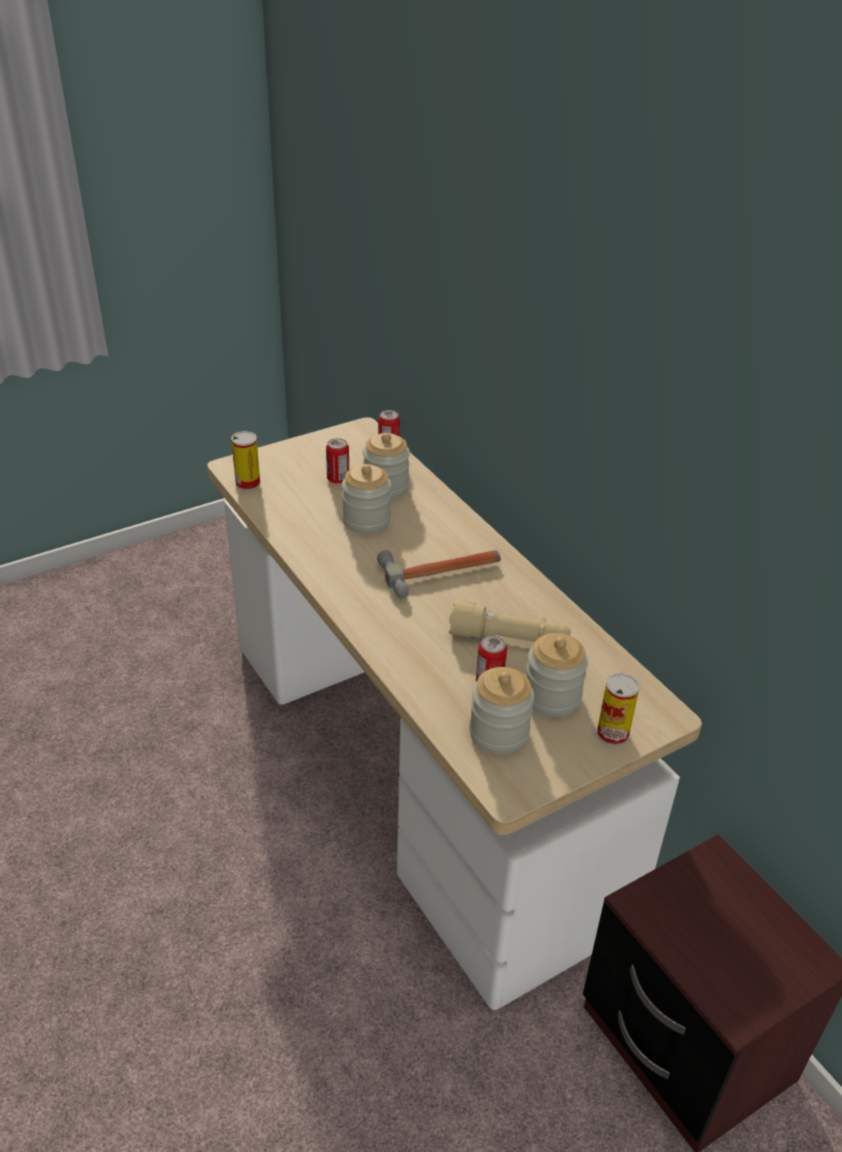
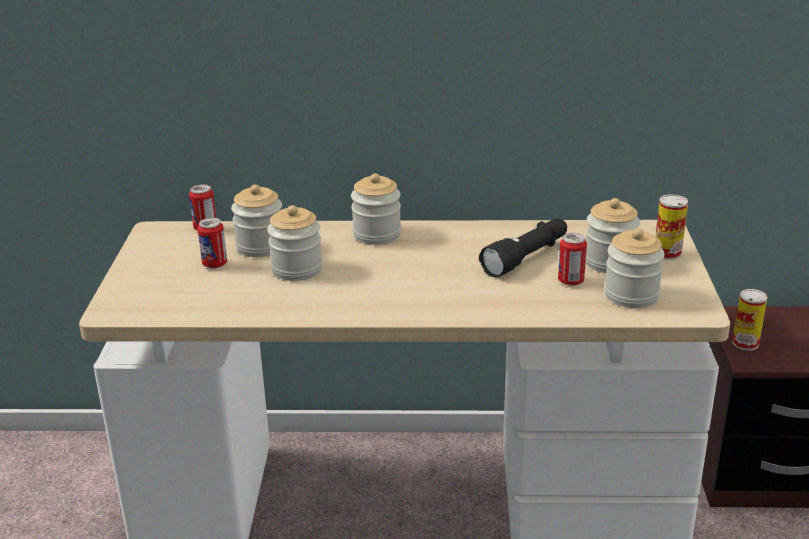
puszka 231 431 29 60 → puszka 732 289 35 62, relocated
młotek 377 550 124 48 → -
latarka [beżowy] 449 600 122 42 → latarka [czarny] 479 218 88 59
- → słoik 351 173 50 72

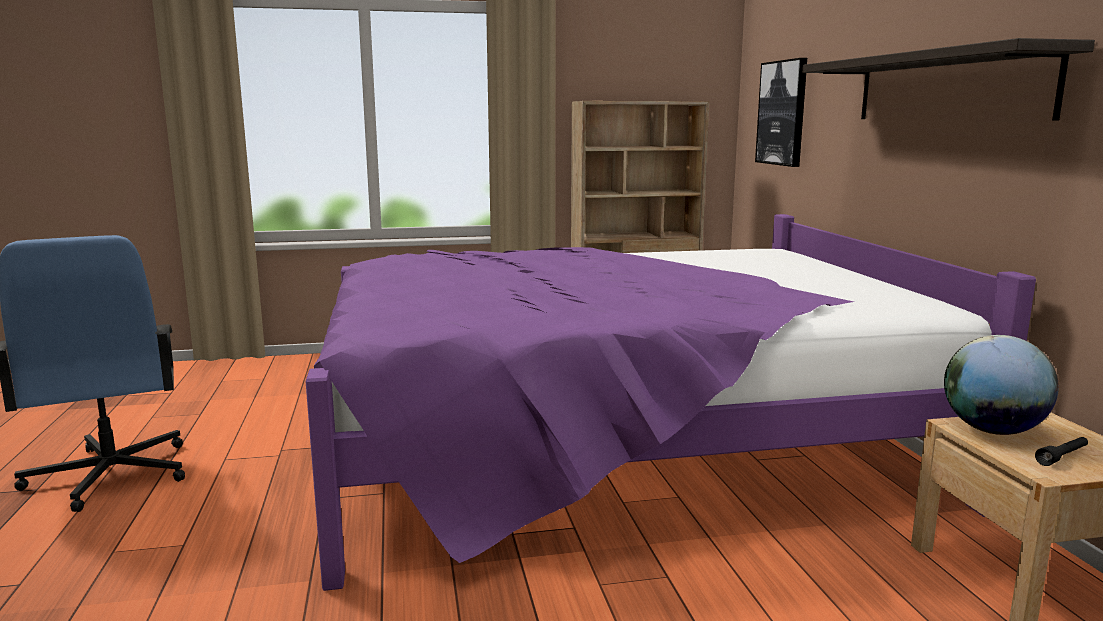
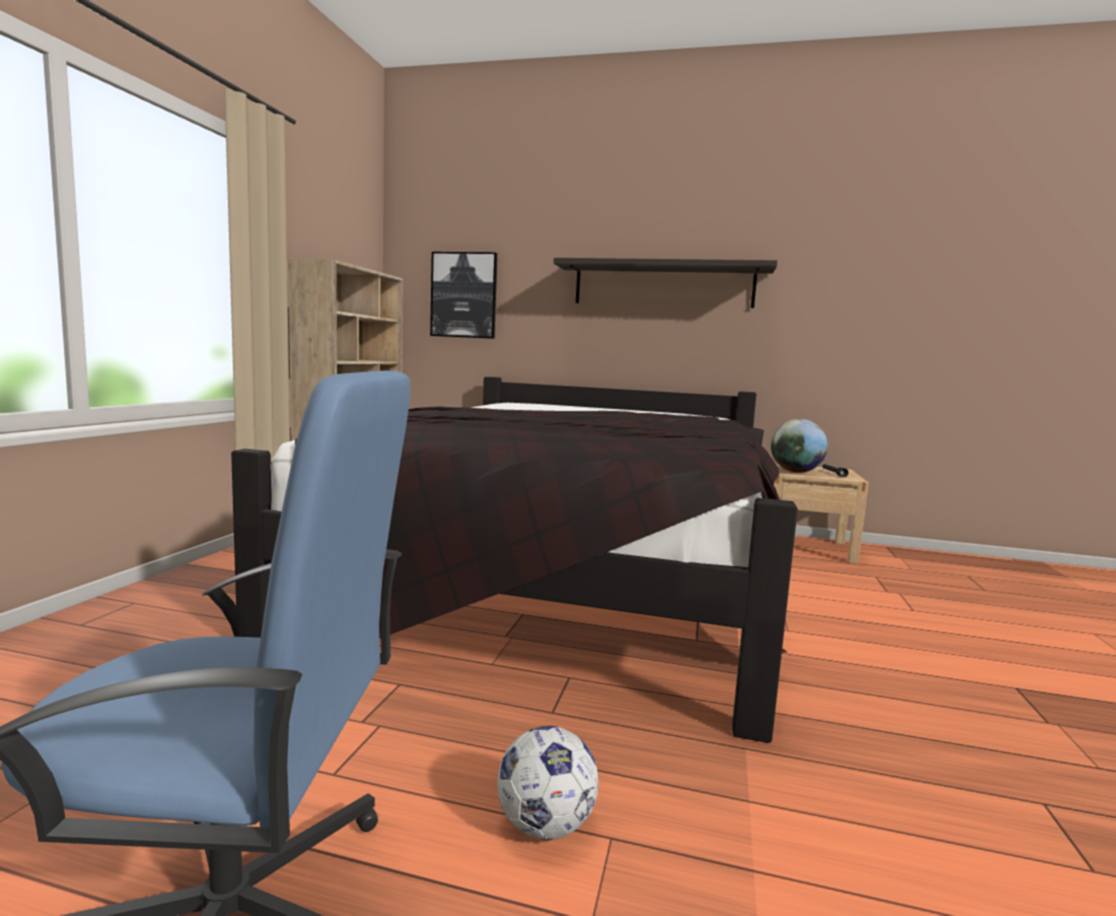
łóżko [fioletowy] 305 214 731 377 → łóżko [czarny] 231 377 567 366
- → piłka futbolowa 498 726 101 114

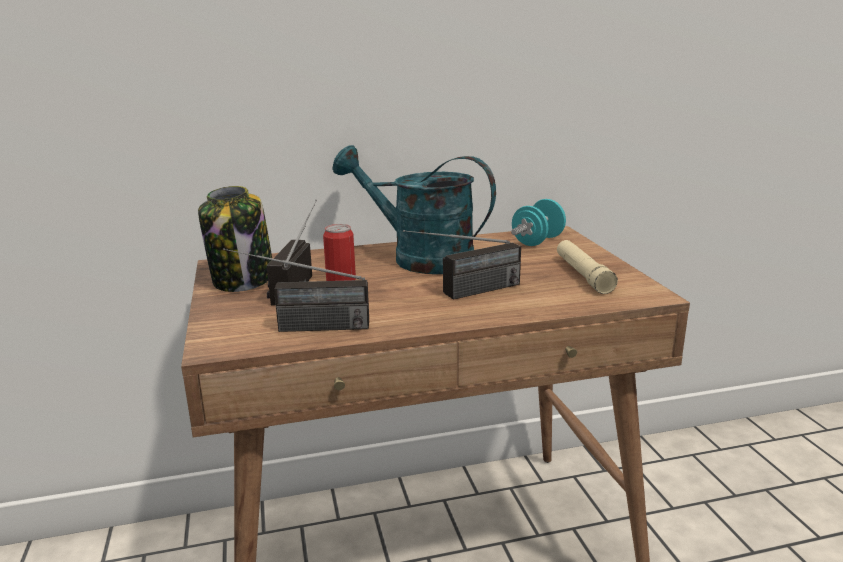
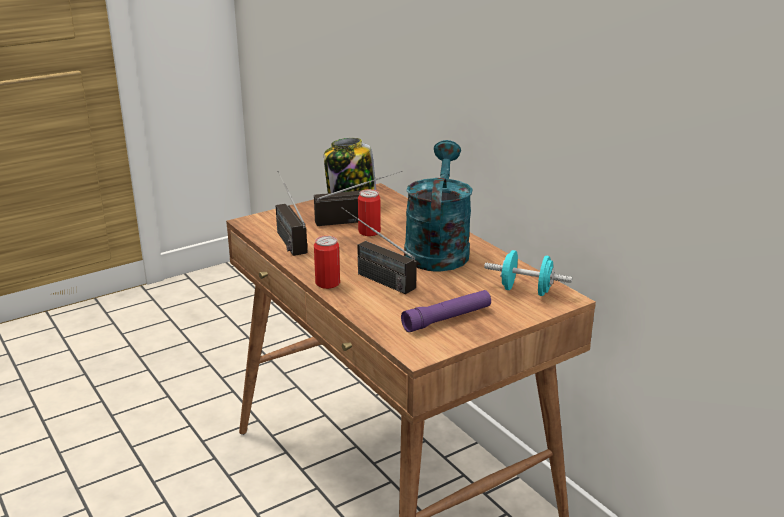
latarka [beżowy] 557 240 61 54 → latarka [fioletowy] 401 290 90 42
- → puszka 314 236 26 53

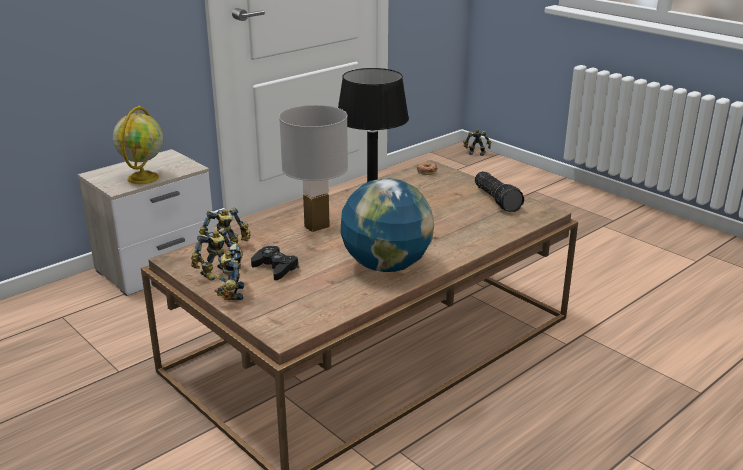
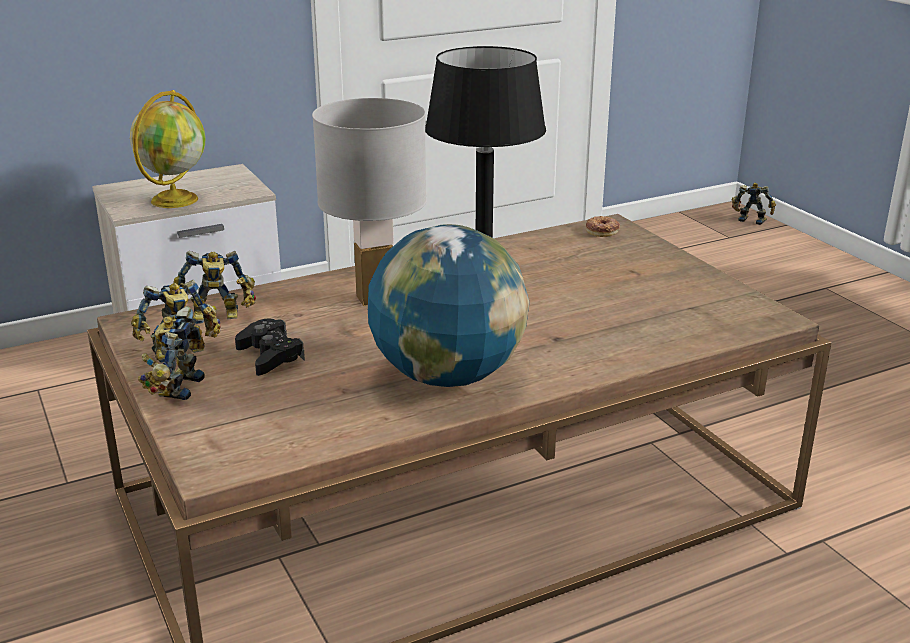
latarka 475 171 49 41 → -

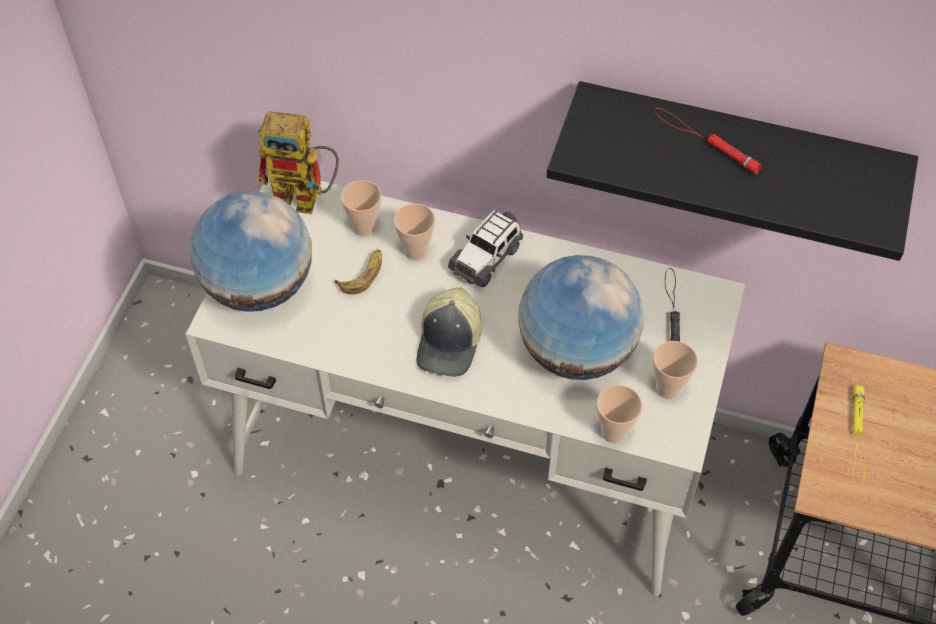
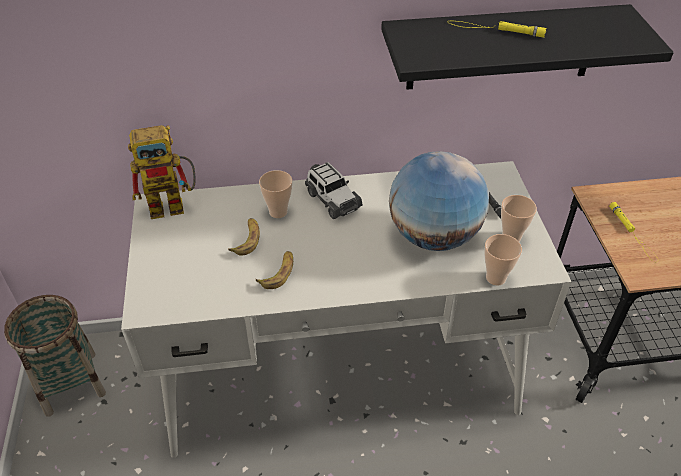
globus 190 191 122 121 → -
filiżanka 341 180 40 57 → -
czapka z daszkiem 416 287 66 90 → -
samochodzik 448 210 75 77 → samochodzik 305 162 58 57, 45 degrees counterclockwise
latarka [czerwony] 655 108 107 66 → latarka [żółty] 447 21 100 17
- → koszyk 4 295 102 122
- → banan 256 251 37 38

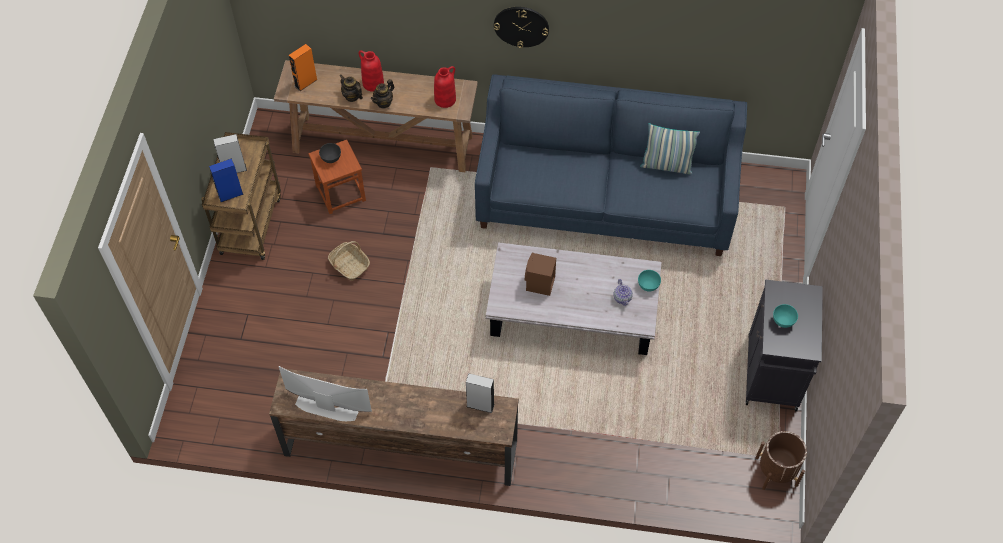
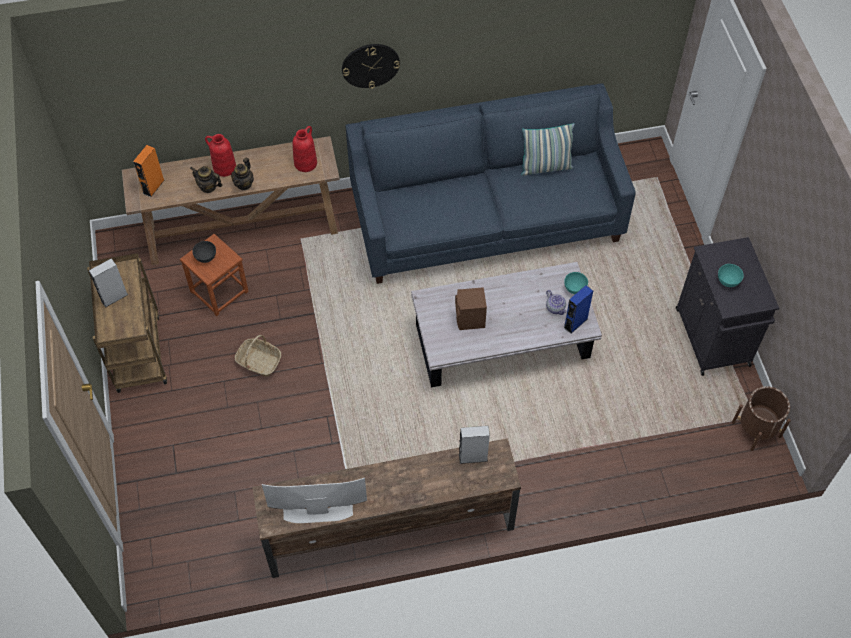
głośnik [niebieski] 209 158 35 44 → głośnik [niebieski] 564 285 29 49, relocated

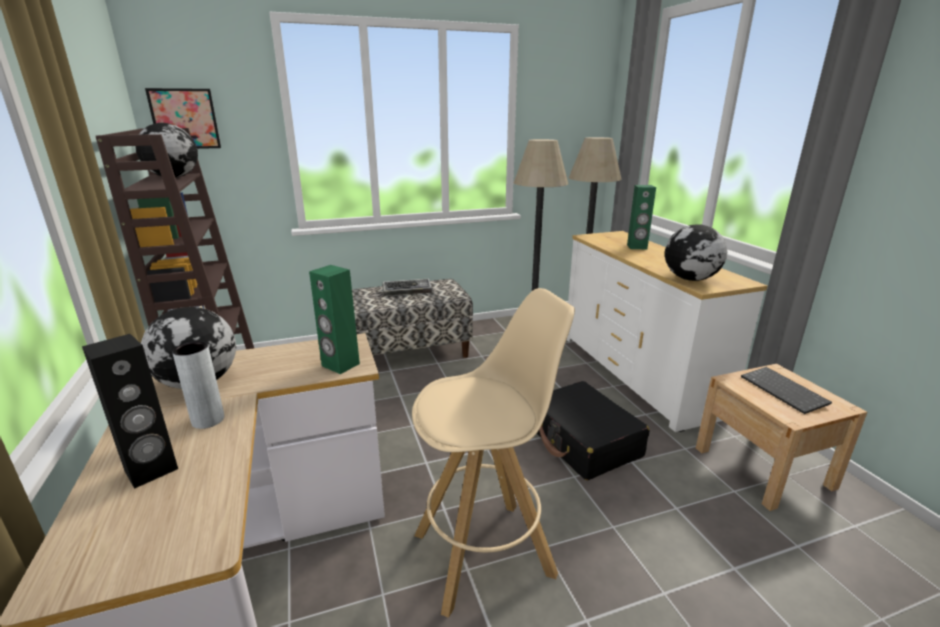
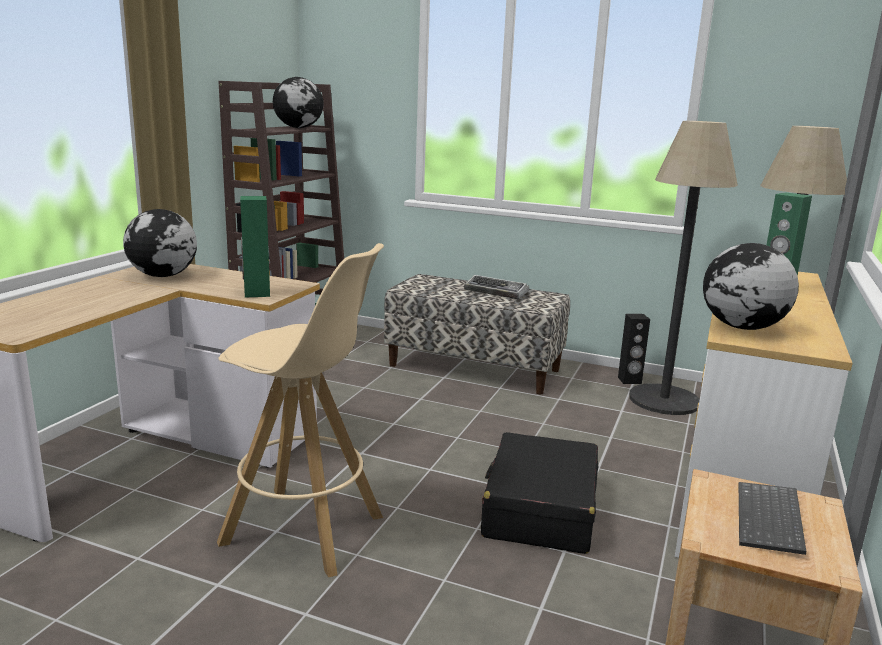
głośnik [czarny] 82 334 96 155 → głośnik [czarny] 618 314 32 70, relocated
obraz 145 88 76 61 → -
wazon [szary] 172 341 52 88 → -

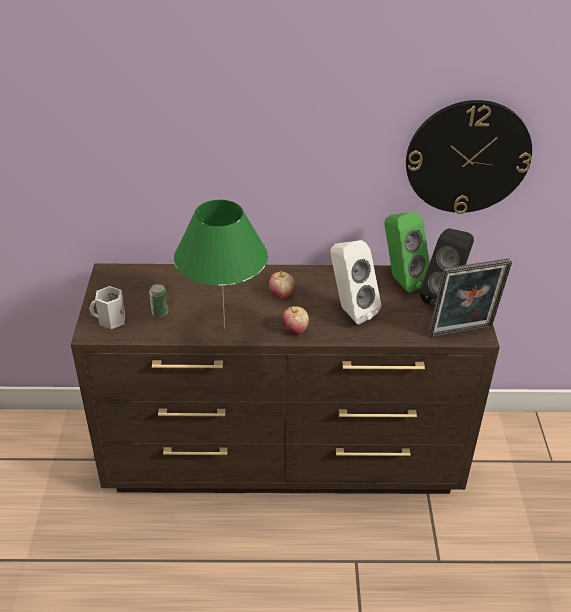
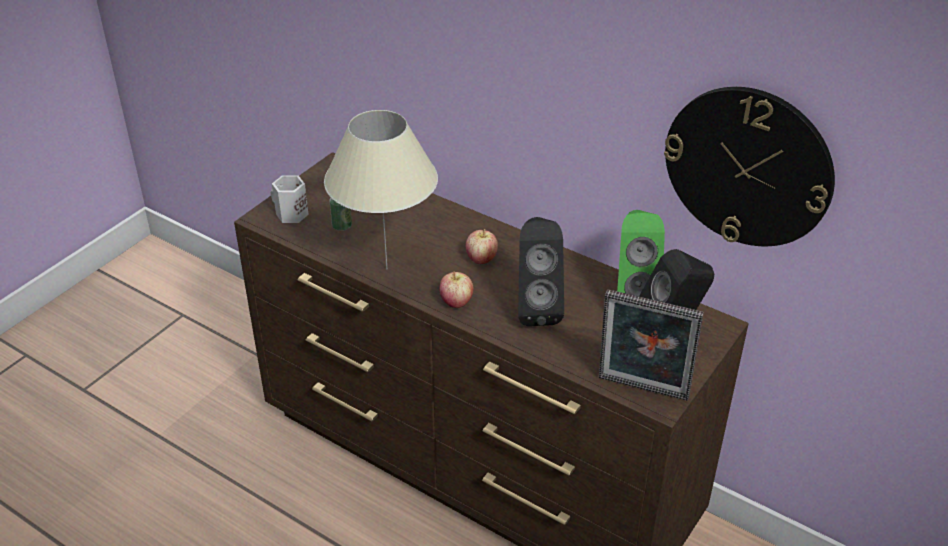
lampa stołowa [zielony] 174 200 94 129 → lampa stołowa [beżowy] 324 110 114 159
głośnik [biały] 330 240 51 85 → głośnik [czarny] 518 217 46 109

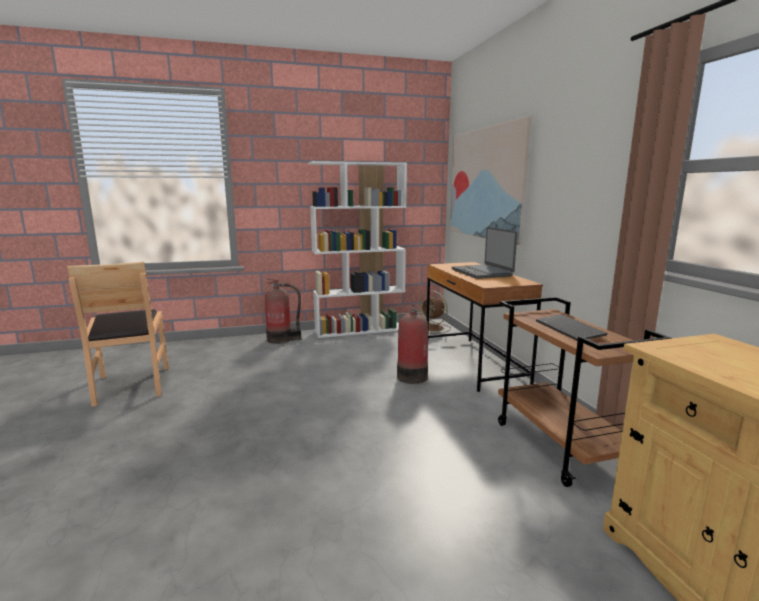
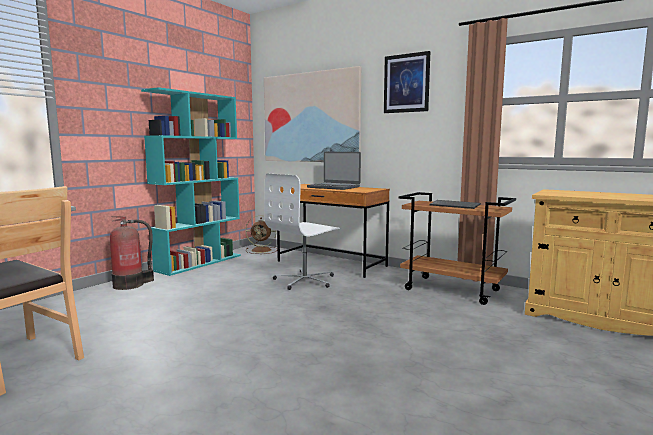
regał [biały] 309 161 98 177 → regał [turkusowy] 141 87 100 189
gaśnica 397 303 31 81 → krzesło biurowe [biały] 264 173 77 117
- → obraz 384 51 46 62

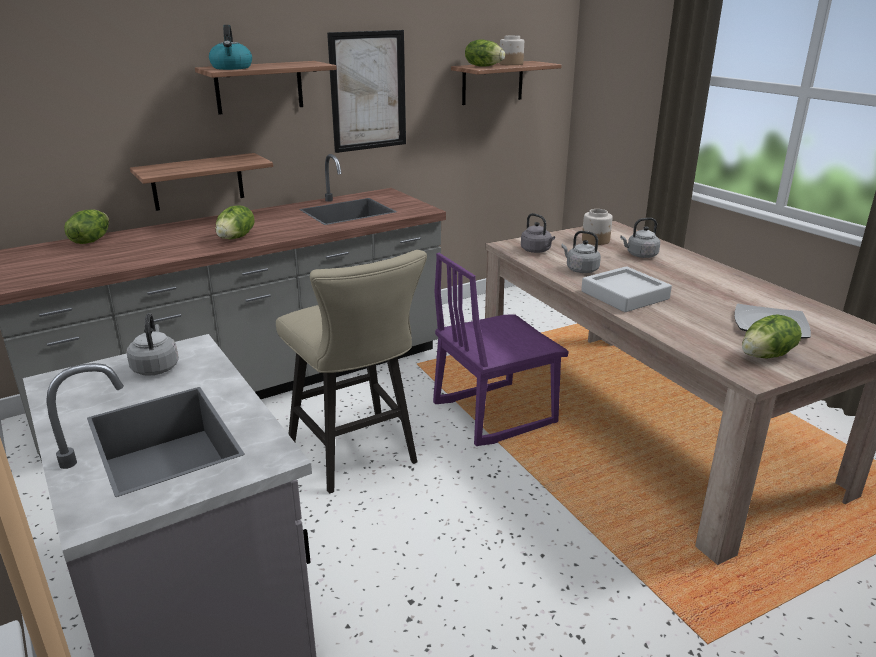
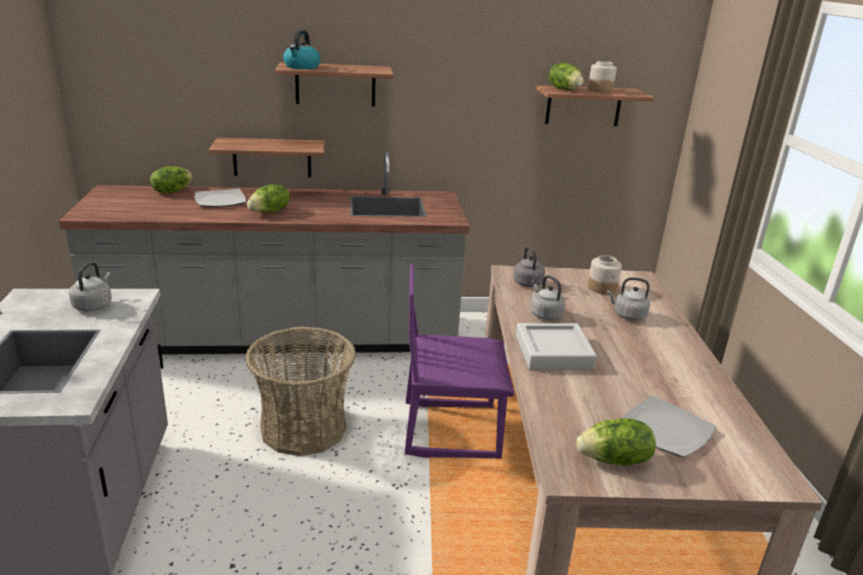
stołek [beżowy] 276 250 151 243 → koszyk 245 327 111 129
obraz 327 30 79 123 → -
- → talerz 195 188 51 19

